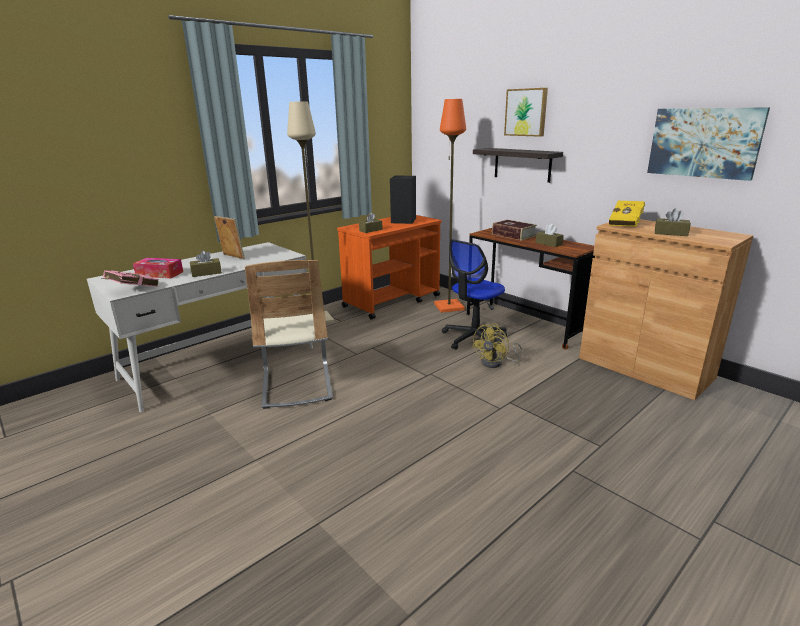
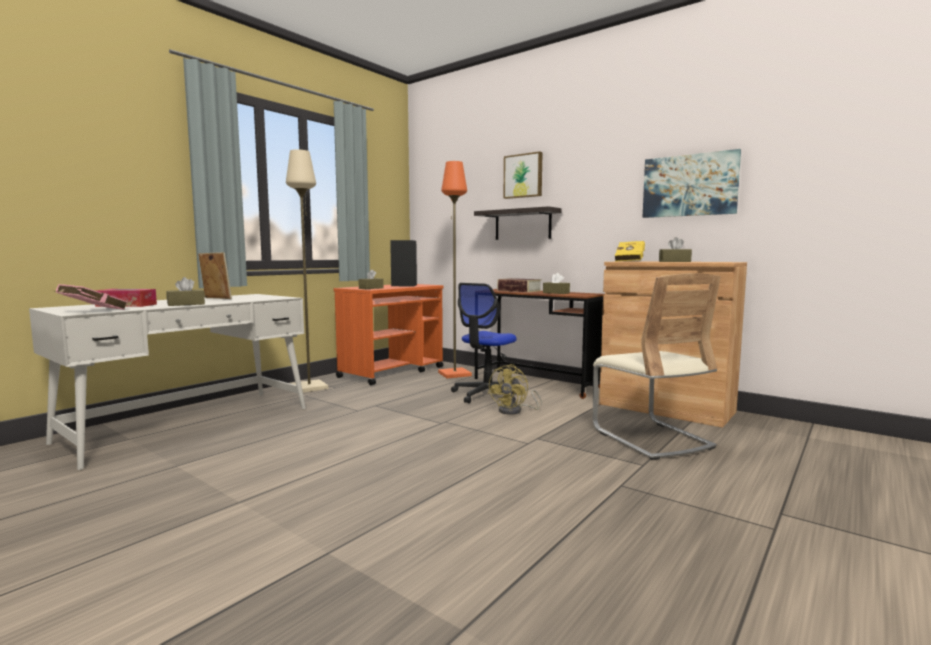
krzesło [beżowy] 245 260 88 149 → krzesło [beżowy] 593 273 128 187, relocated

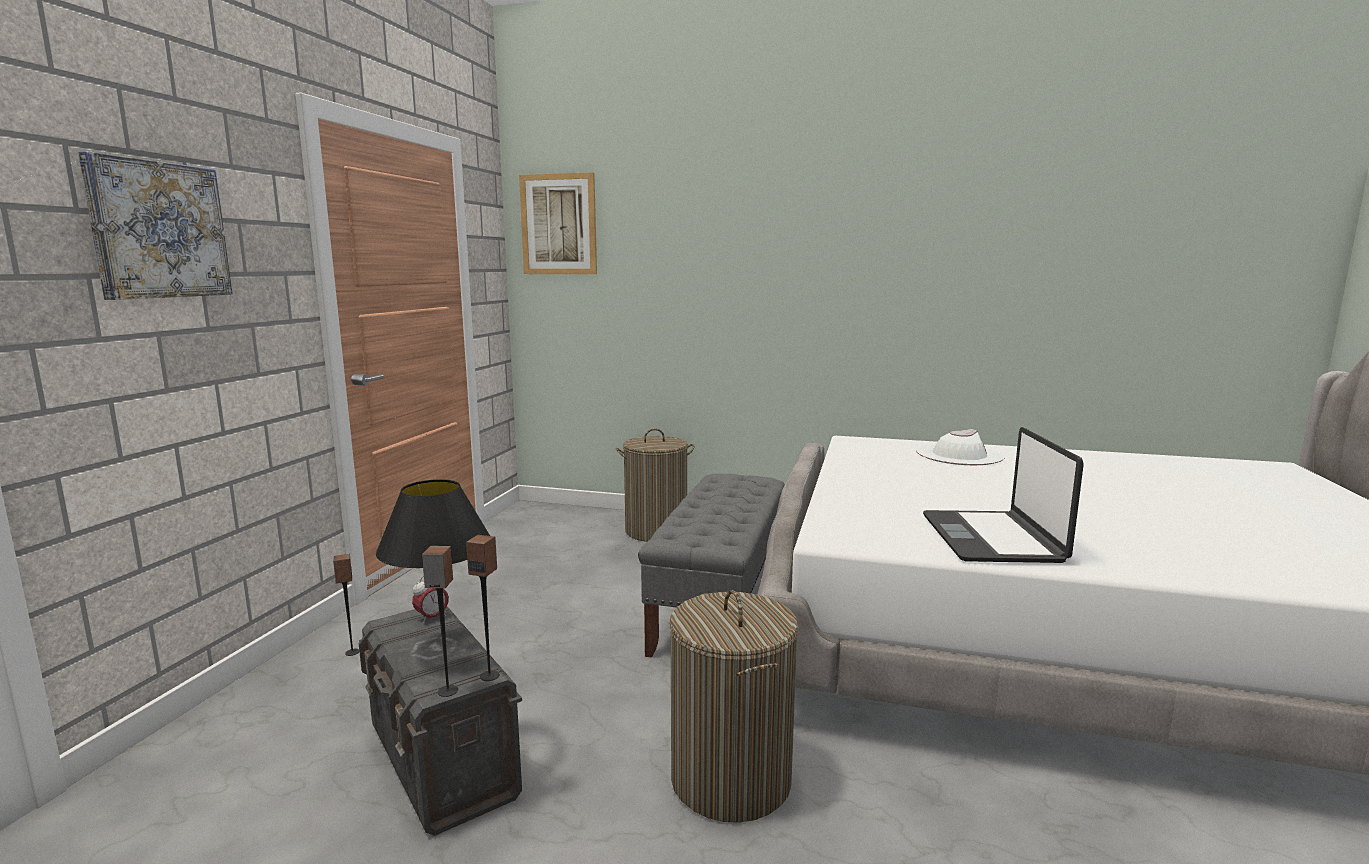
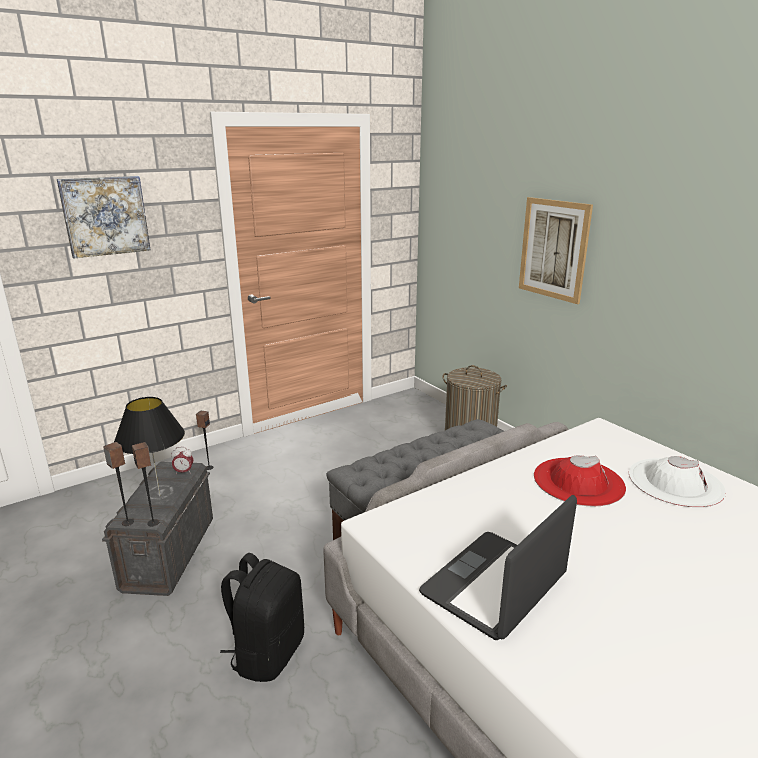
obraz 519 172 78 102 → obraz 519 197 74 107, relocated
kosz na pranie 669 590 130 233 → plecak [czarny] 220 553 84 129
- → kapelusz [czerwony] 534 455 92 52

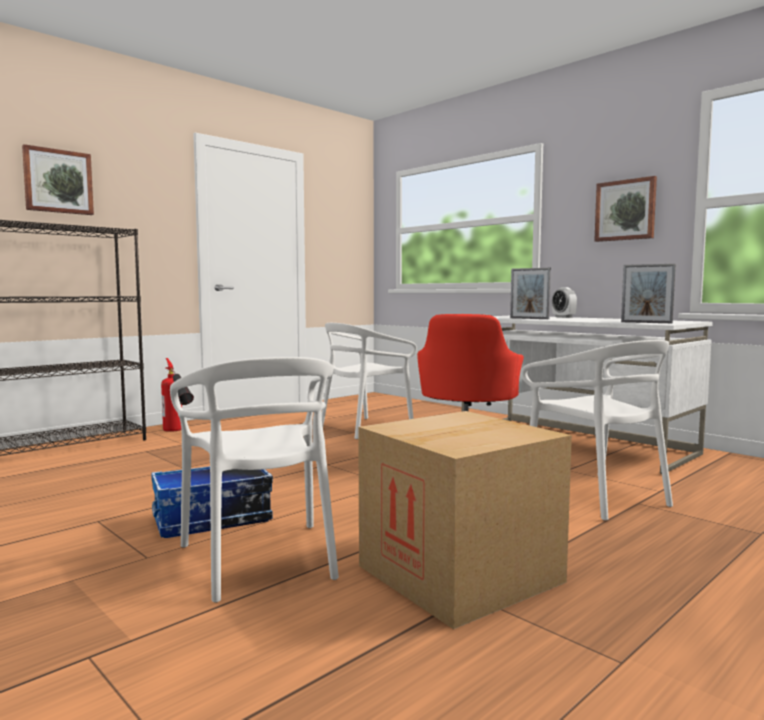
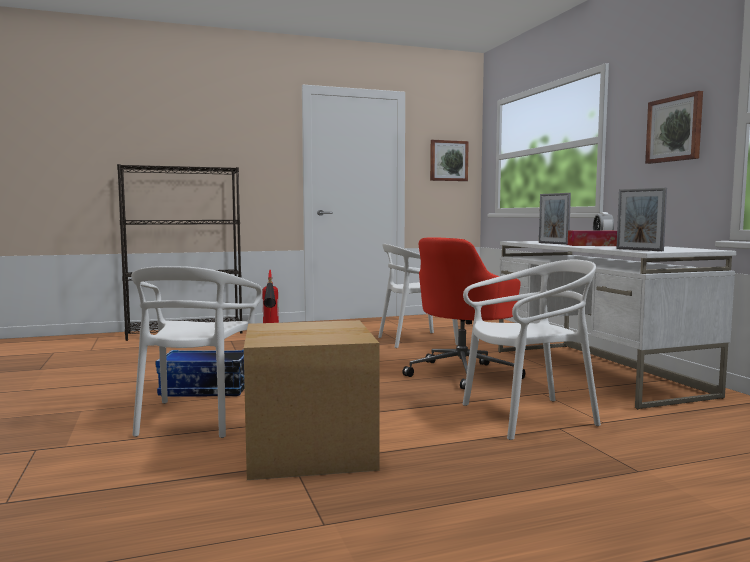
obraz 22 144 72 71 → obraz 430 140 39 41, relocated
krzesło [biały] 521 340 152 181 → krzesło [biały] 463 260 138 180, 105 degrees counterclockwise
- → pudełko chusteczek 568 230 49 16

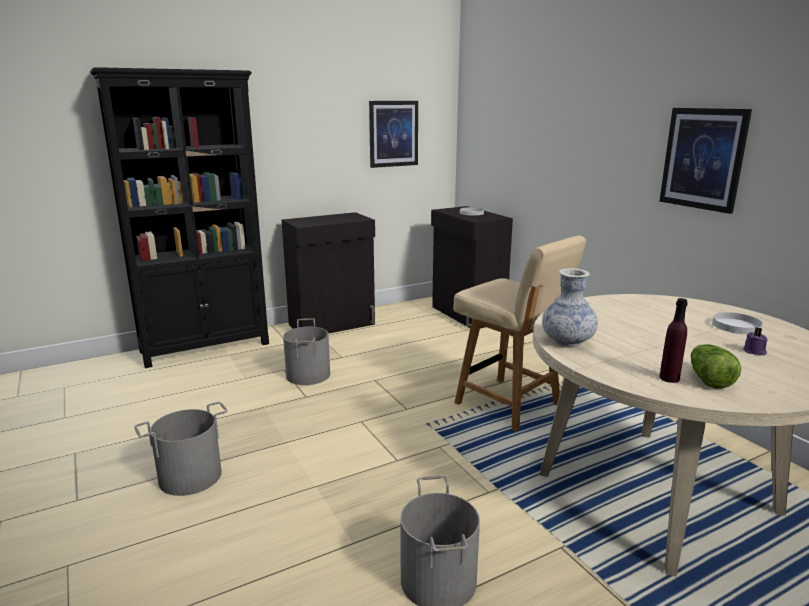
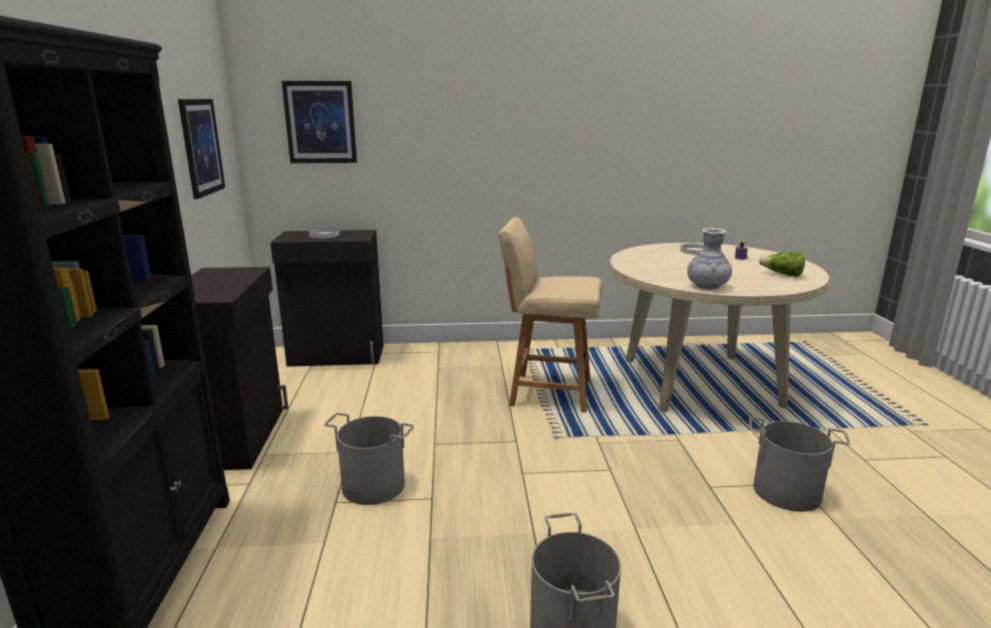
krzesło [beżowy] 453 235 133 197 → krzesło [beżowy] 499 217 103 196, 150 degrees counterclockwise
obraz 659 108 93 106 → obraz 282 81 75 82, relocated
butelka [fioletowy] 659 298 29 85 → -

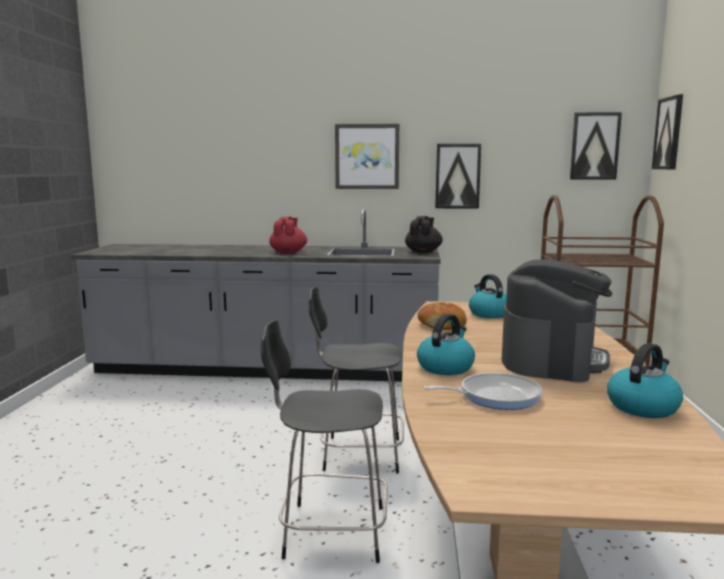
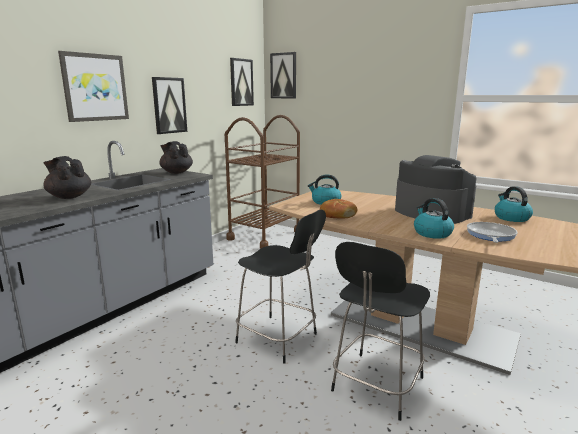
imbryk [czerwony] 269 216 38 38 → imbryk [czarny] 43 156 48 43
krzesło [czarny] 309 287 95 186 → krzesło [czarny] 235 209 91 155, 90 degrees counterclockwise

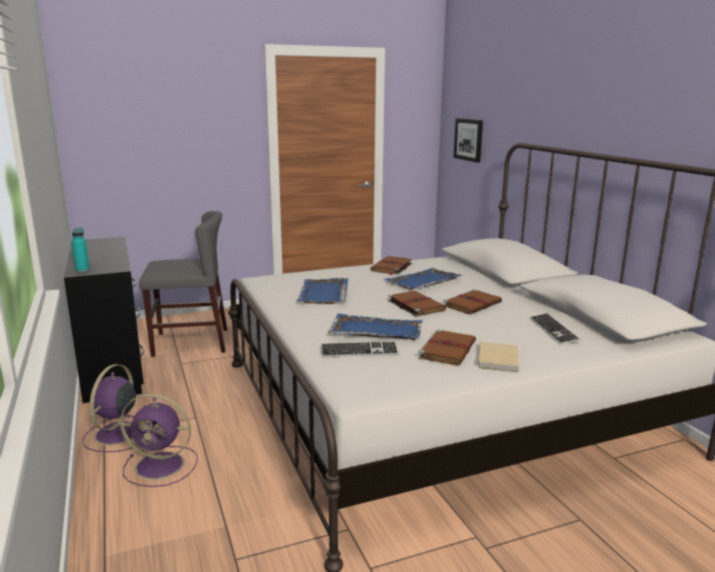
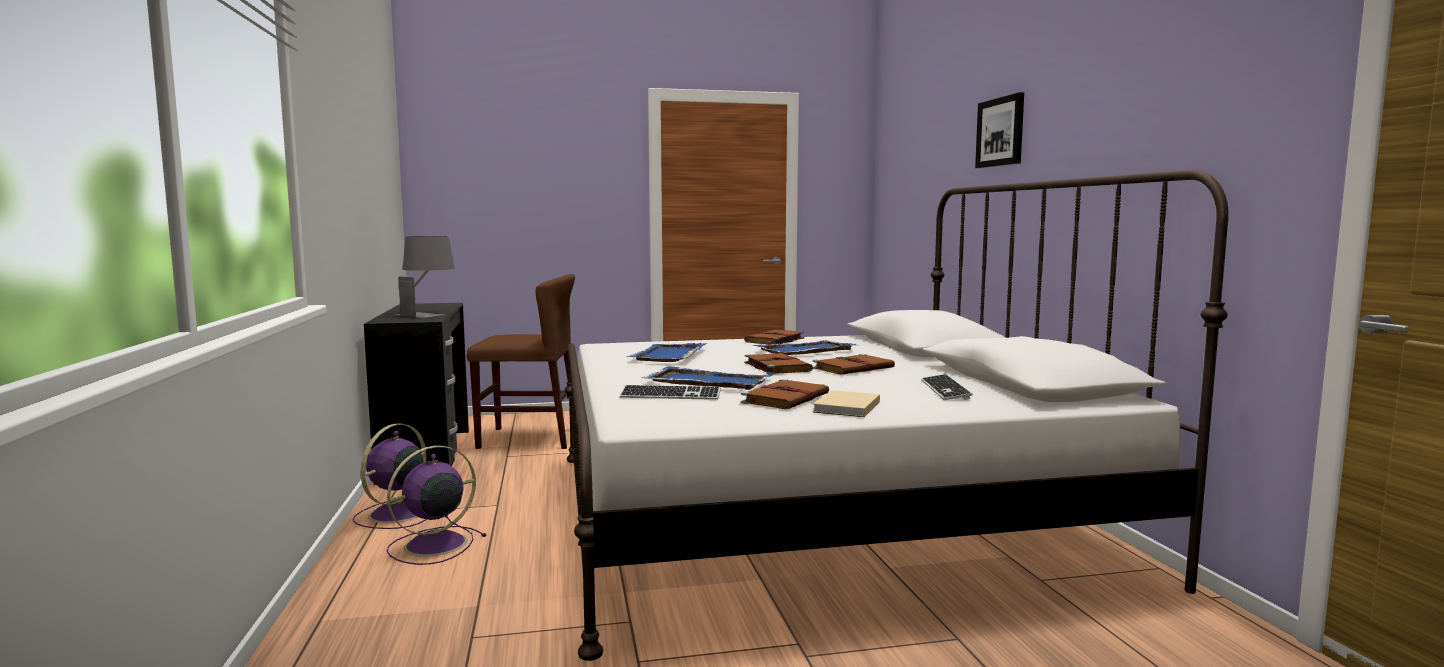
butelka [turkusowy] 72 228 18 44 → -
wentylator [fioletowy] 120 394 78 93 → wentylator [fioletowy] 387 446 100 119, 120 degrees clockwise
krzesło [szary] 139 211 88 146 → krzesło [brązowy] 467 274 108 175
obraz 453 118 30 45 → obraz 975 92 49 76, relocated
- → lampa stołowa [szary] 398 236 57 82

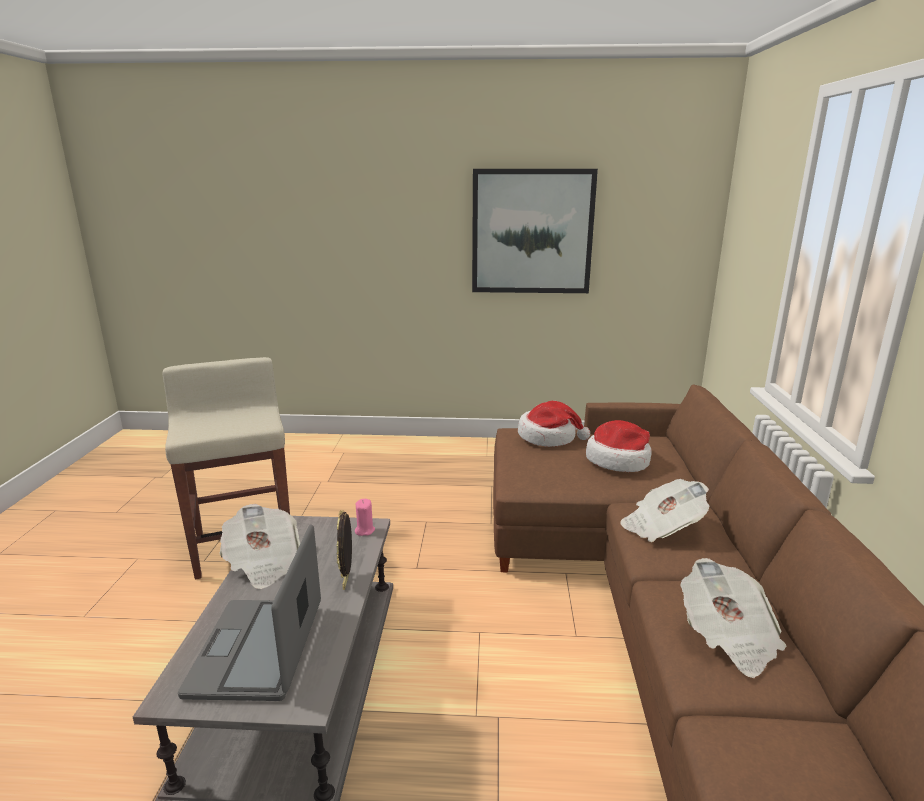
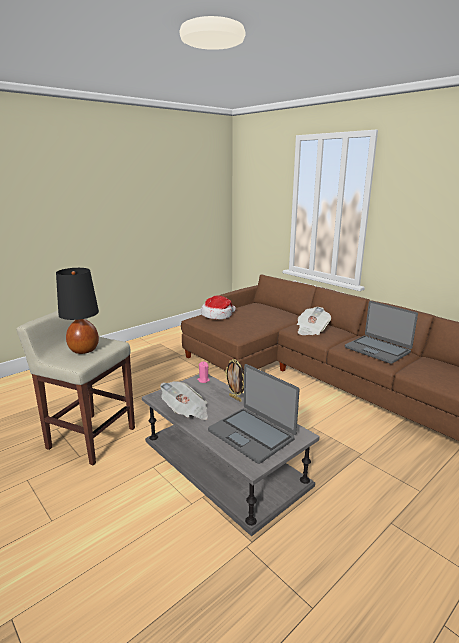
obraz 472 169 126 124 → -
kapelusz 586 420 66 52 → -
gazeta 681 558 106 120 → laptop 345 301 73 63
- → lampa stołowa [czarny] 56 268 43 86

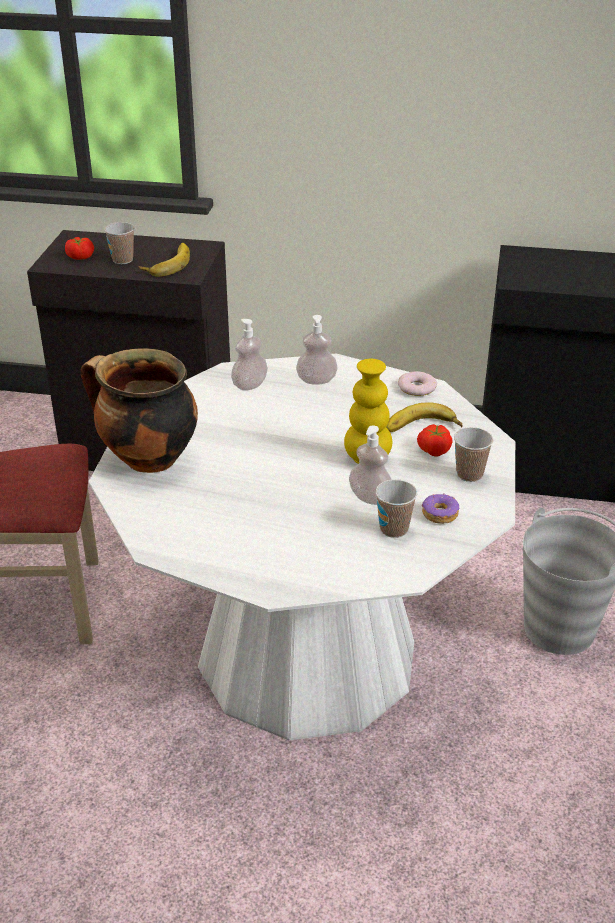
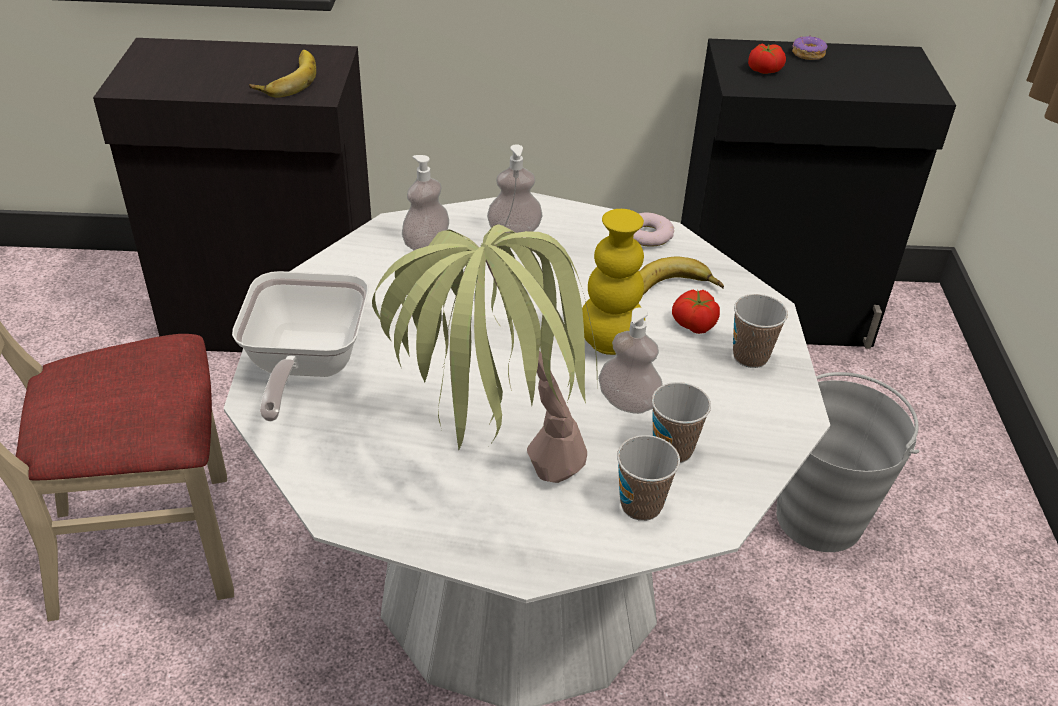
pomidor 65 237 29 23 → pomidor 748 44 38 30, relocated
garnek 81 348 117 125 → patelnia 232 271 137 150
filiżanka 104 222 31 42 → filiżanka 617 435 63 86, relocated
donut 422 493 38 31 → donut 792 35 36 25, relocated
- → roślina doniczkowa 372 224 225 259

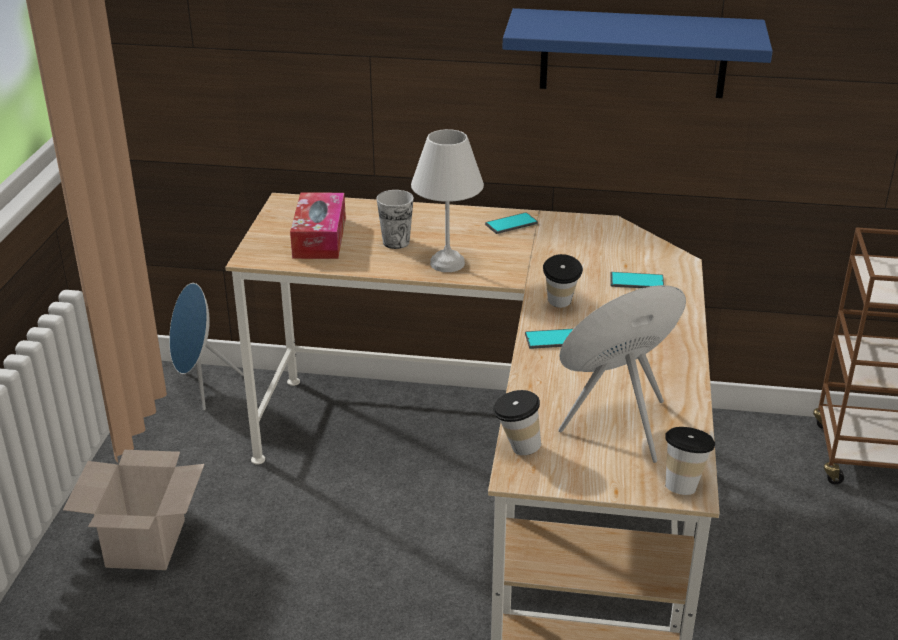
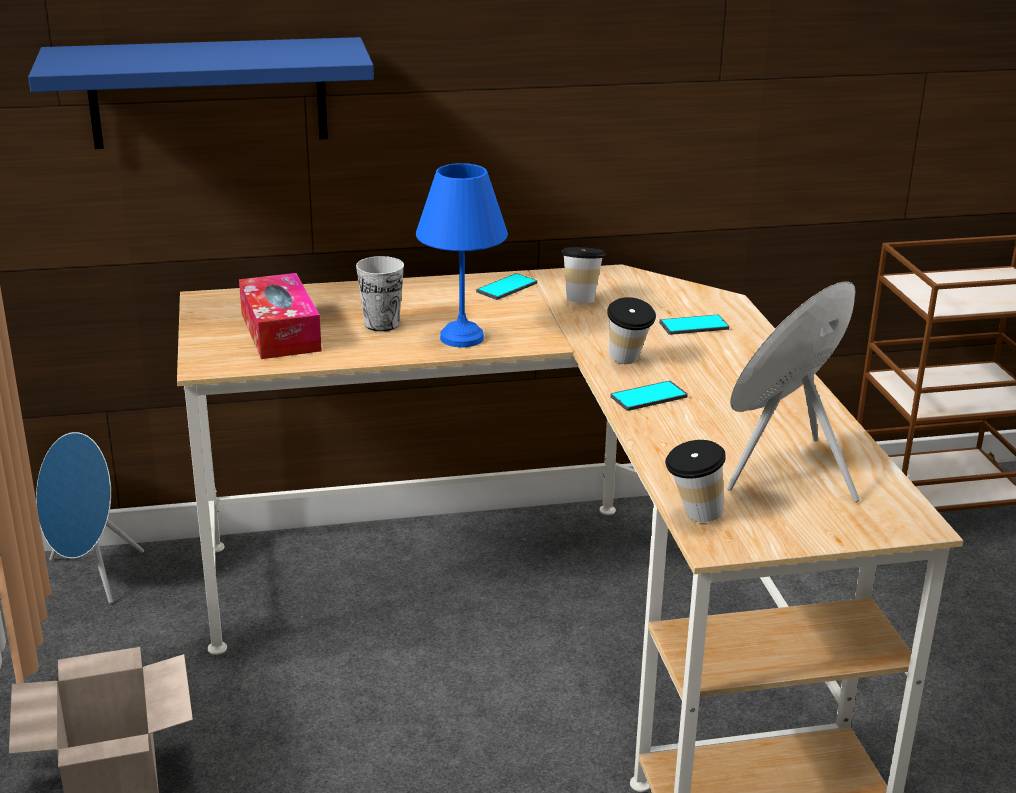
lampa stołowa [biały] 411 129 73 143 → lampa stołowa [niebieski] 416 163 92 185
półka [niebieski] 502 8 271 90 → półka [niebieski] 28 37 346 112, relocated
filiżanka 665 427 50 68 → filiżanka 561 247 44 56, relocated

